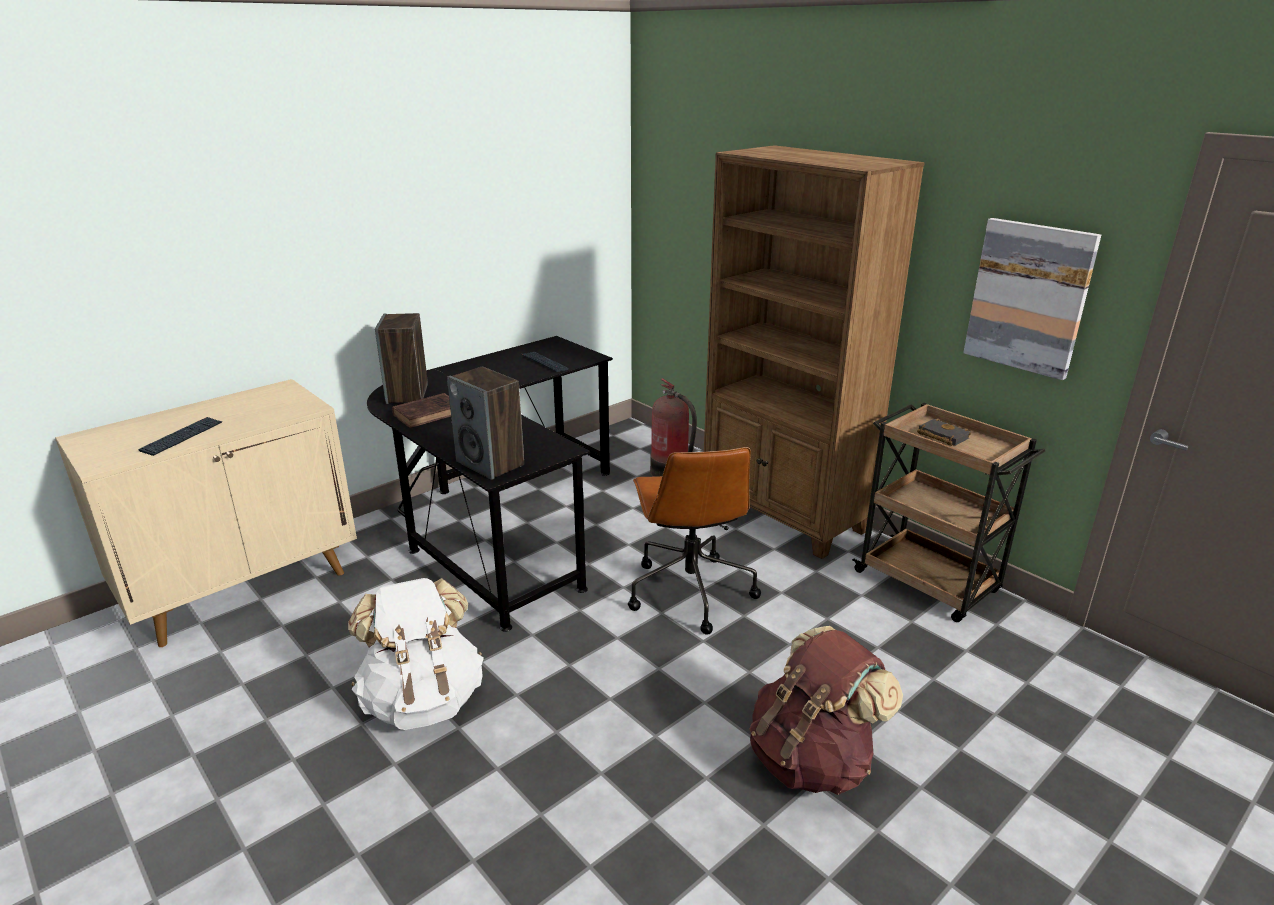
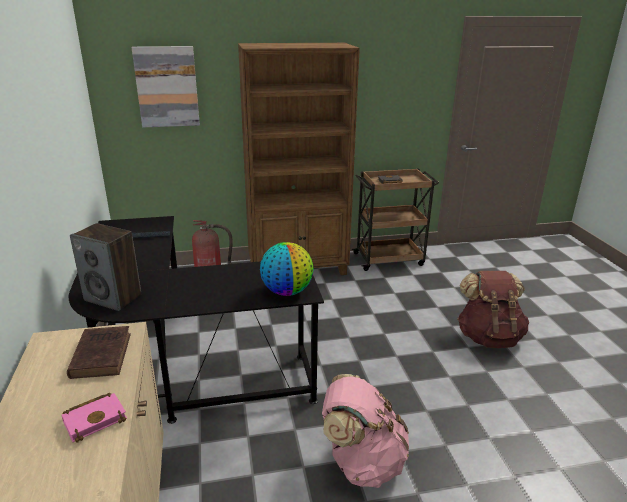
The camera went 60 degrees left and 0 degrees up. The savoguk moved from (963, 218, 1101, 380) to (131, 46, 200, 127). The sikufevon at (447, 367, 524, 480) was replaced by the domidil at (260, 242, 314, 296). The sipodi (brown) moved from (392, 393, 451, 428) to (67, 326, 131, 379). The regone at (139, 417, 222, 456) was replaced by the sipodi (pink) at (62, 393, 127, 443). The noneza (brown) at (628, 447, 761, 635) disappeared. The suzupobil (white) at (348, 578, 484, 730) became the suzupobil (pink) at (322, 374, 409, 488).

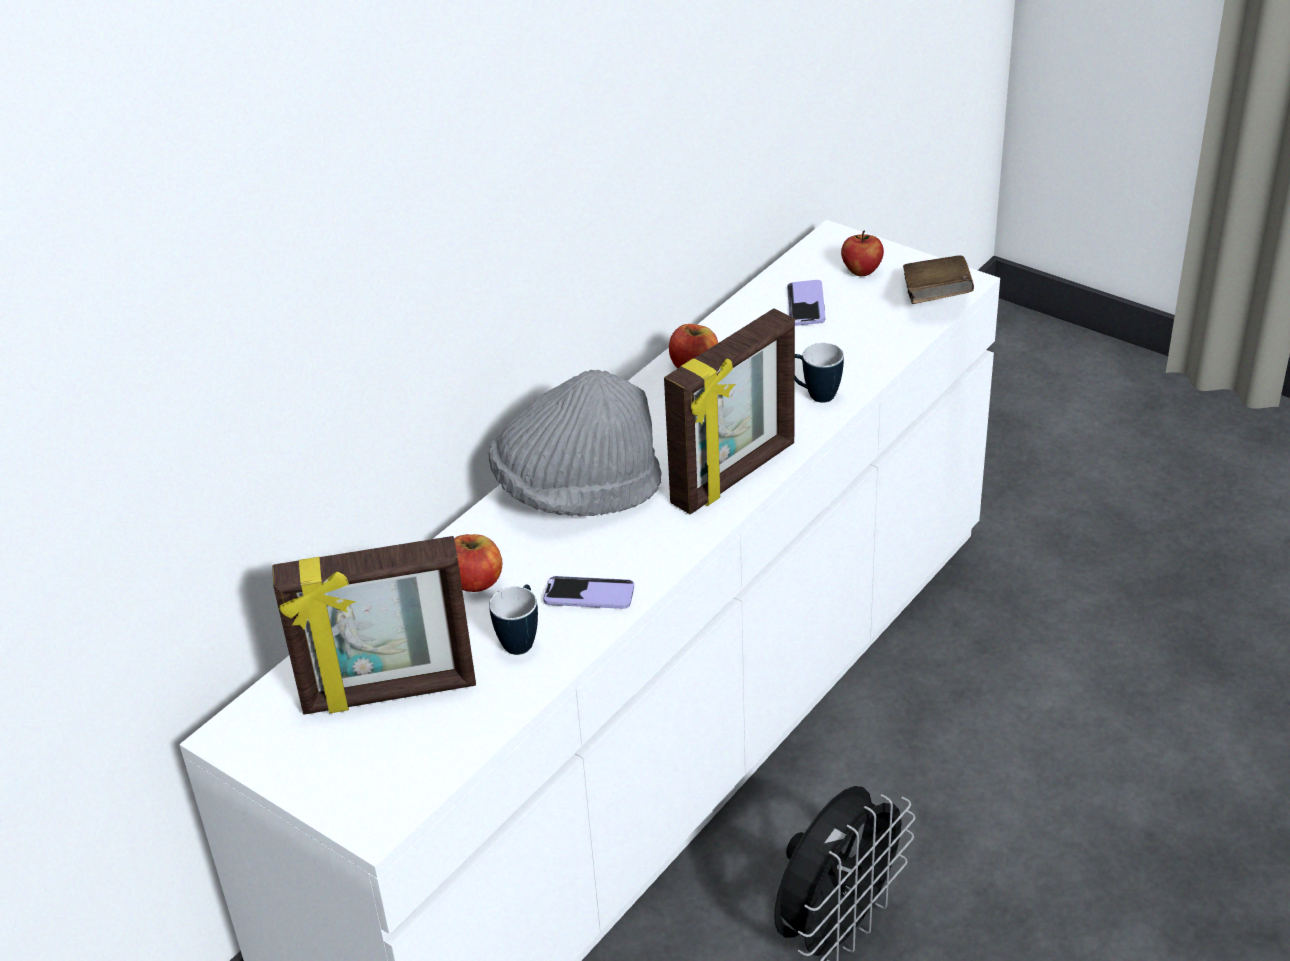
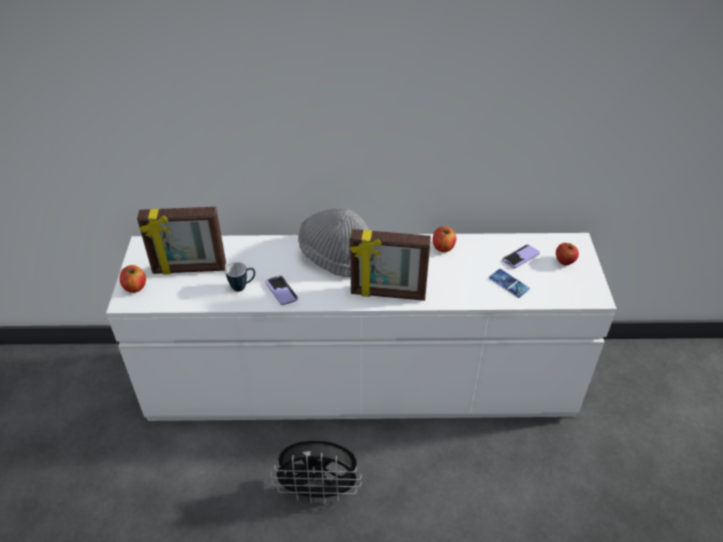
The camera went 50 degrees right and 5 degrees up. The sipodi (brown) at (903, 255, 974, 304) disappeared. The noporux at (795, 343, 844, 403) disappeared. The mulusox moved from (454, 534, 502, 592) to (120, 265, 146, 293). The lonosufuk at (272, 536, 476, 715) turned 45 degrees counterclockwise. The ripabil at (489, 269, 530, 298) appeared.

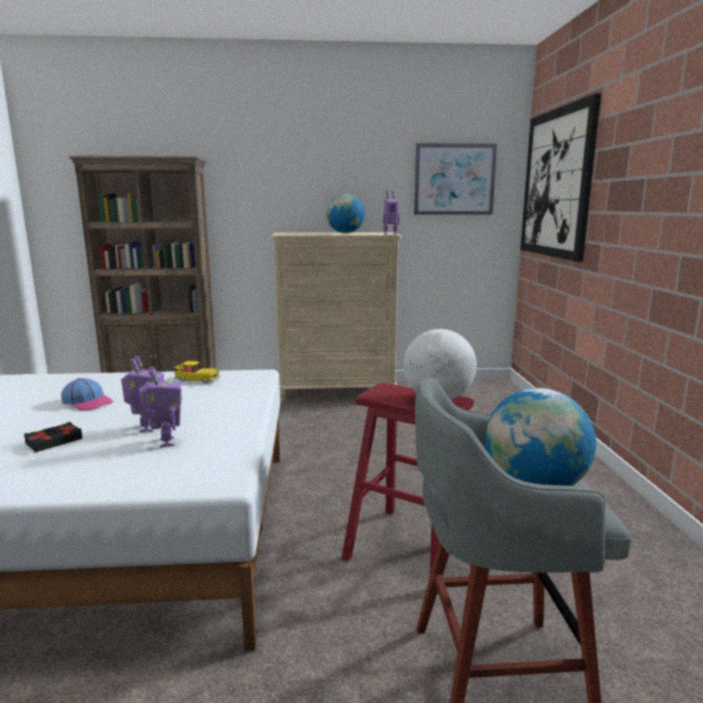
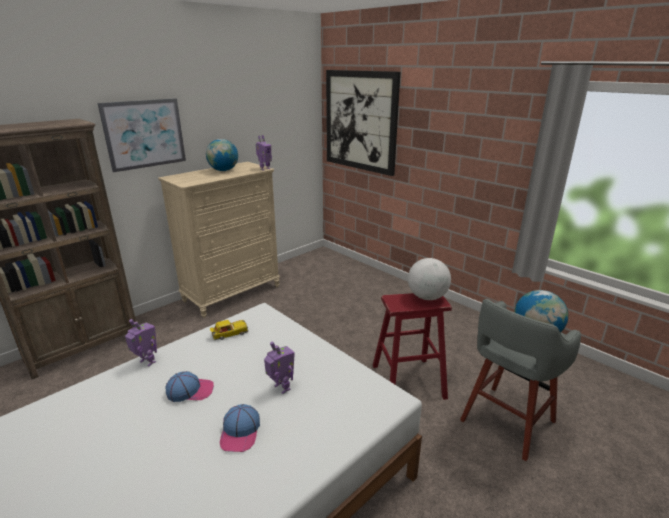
The camera went 40 degrees left and 10 degrees up. The savoguk moved from (414, 143, 497, 215) to (98, 98, 186, 172). The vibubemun moved from (139, 366, 182, 448) to (125, 319, 157, 367). The sipodi (black) at (24, 422, 83, 452) was replaced by the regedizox at (220, 404, 260, 452).

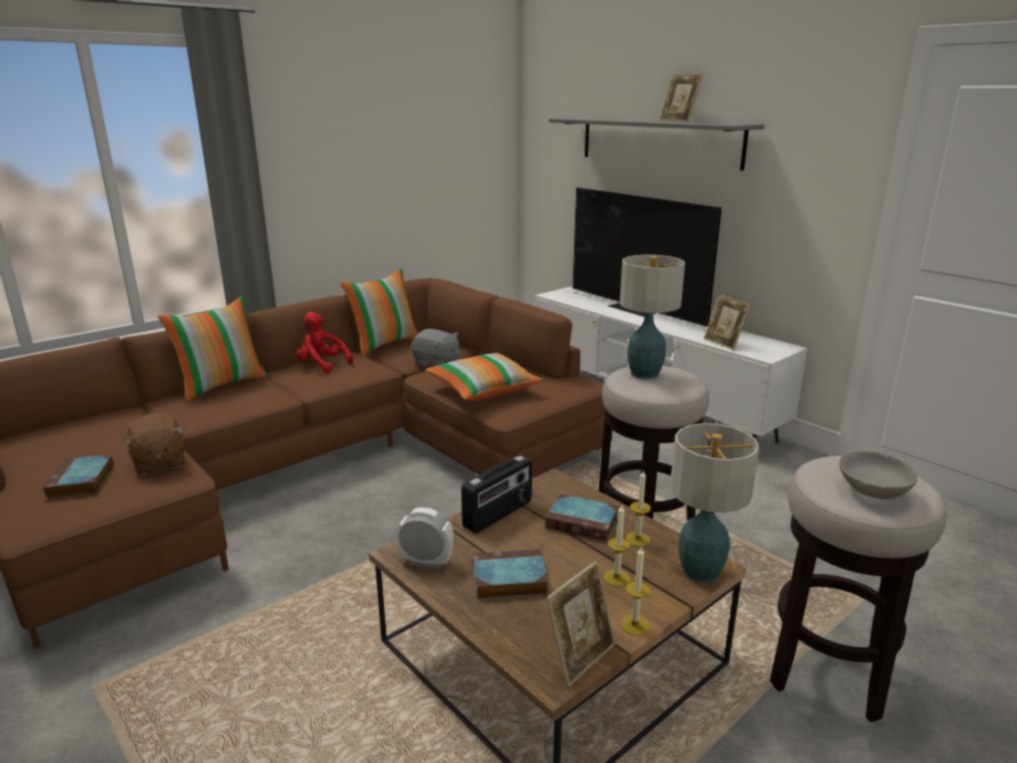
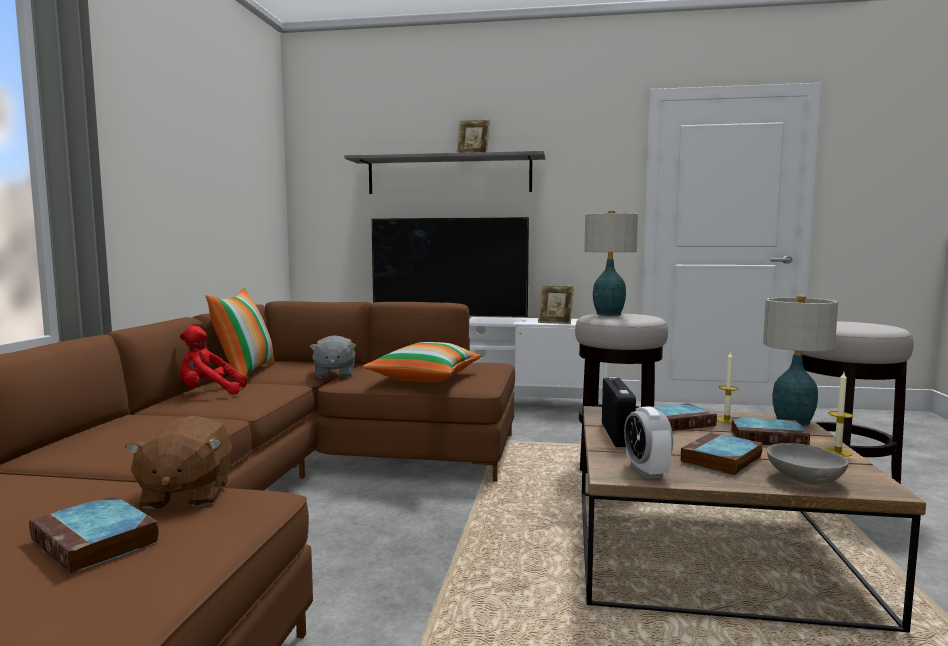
The camera went 40 degrees left and 15 degrees down. The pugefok at (158, 296, 268, 402) disappeared. The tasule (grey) at (411, 329, 460, 367) turned 90 degrees clockwise. The tasule (brown) at (122, 413, 185, 475) turned 60 degrees clockwise. The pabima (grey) moved from (839, 451, 917, 499) to (767, 443, 849, 484). The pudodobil at (604, 505, 631, 587) was replaced by the sipodi at (730, 417, 810, 445). The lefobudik at (396, 507, 454, 569) turned 75 degrees counterclockwise. The lonosufuk at (546, 561, 616, 687) disappeared.

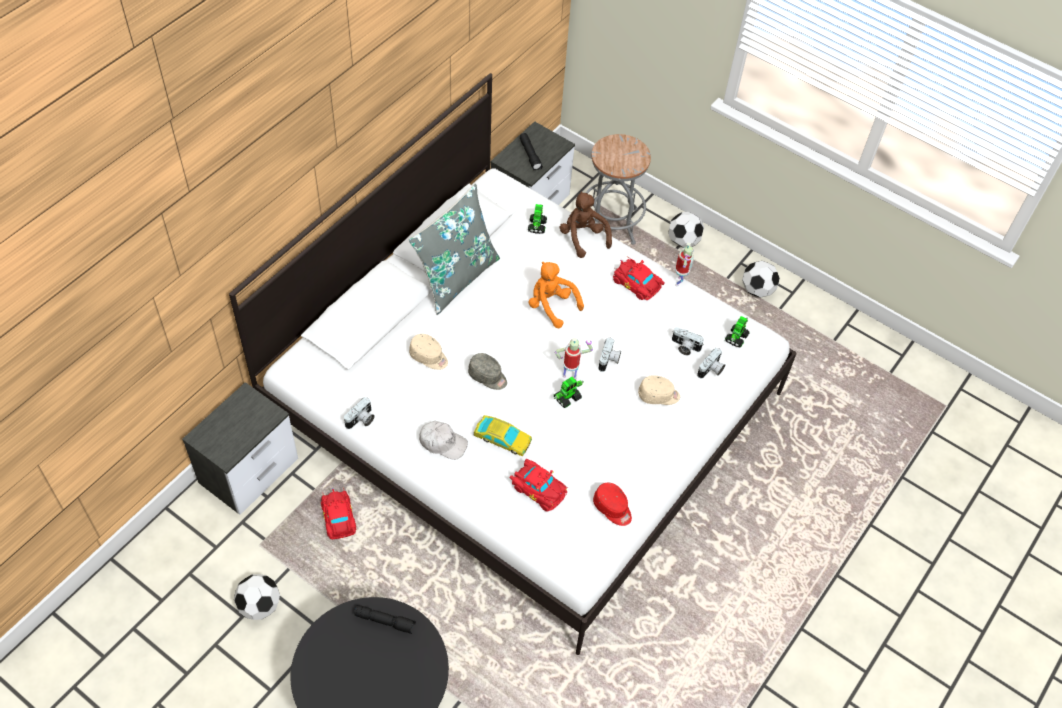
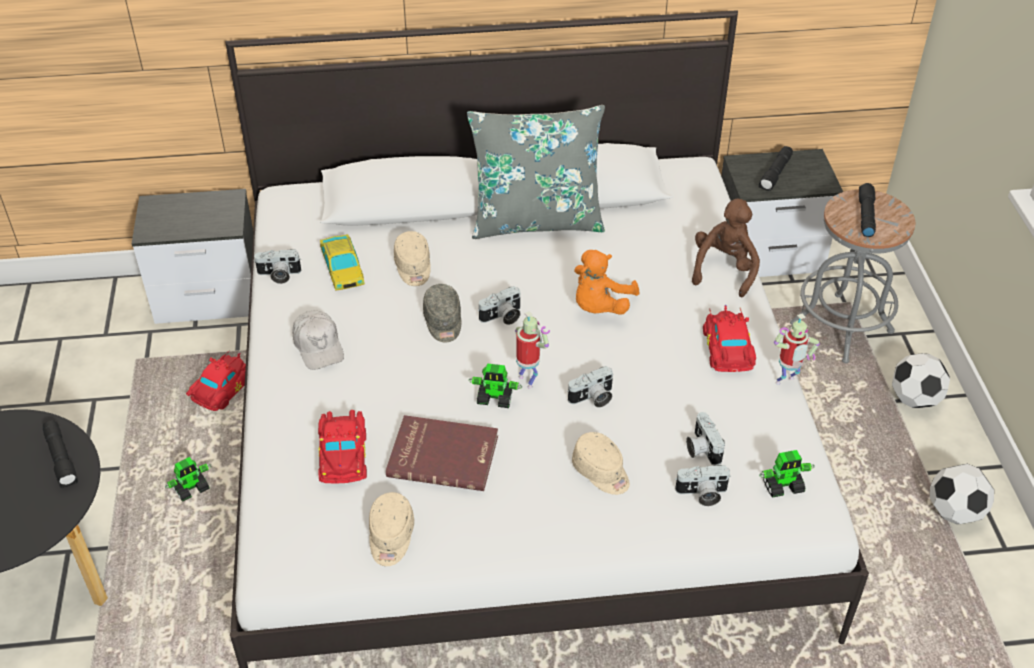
The camera went 50 degrees right and 10 degrees down. The vibubemun moved from (528, 204, 547, 234) to (165, 457, 211, 502). The tasule (orange) at (529, 262, 584, 328) turned 150 degrees counterclockwise. The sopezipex moved from (473, 415, 532, 456) to (320, 234, 365, 291). The regedizox (red) at (593, 482, 632, 526) became the regedizox (beige) at (369, 492, 414, 566). The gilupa at (234, 574, 280, 620) disappeared. The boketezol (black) at (859, 183, 876, 237) appeared. The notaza at (478, 286, 521, 325) appeared. The sipodi (red) at (386, 415, 498, 491) appeared.

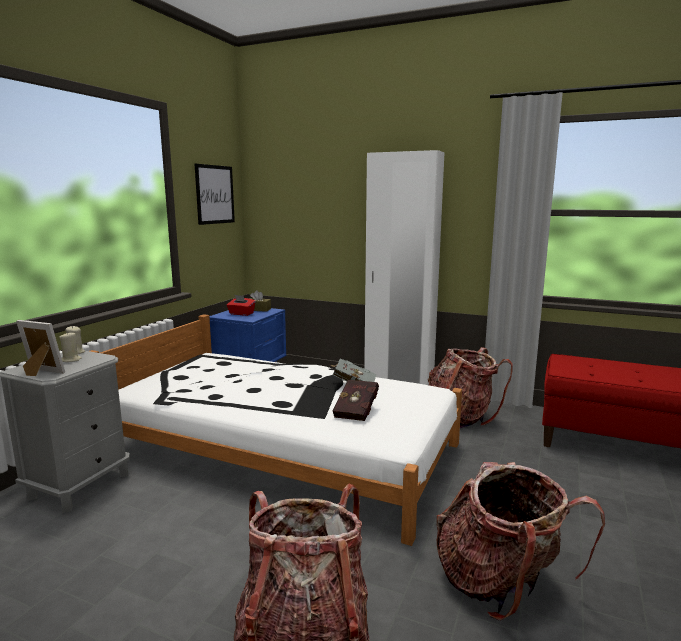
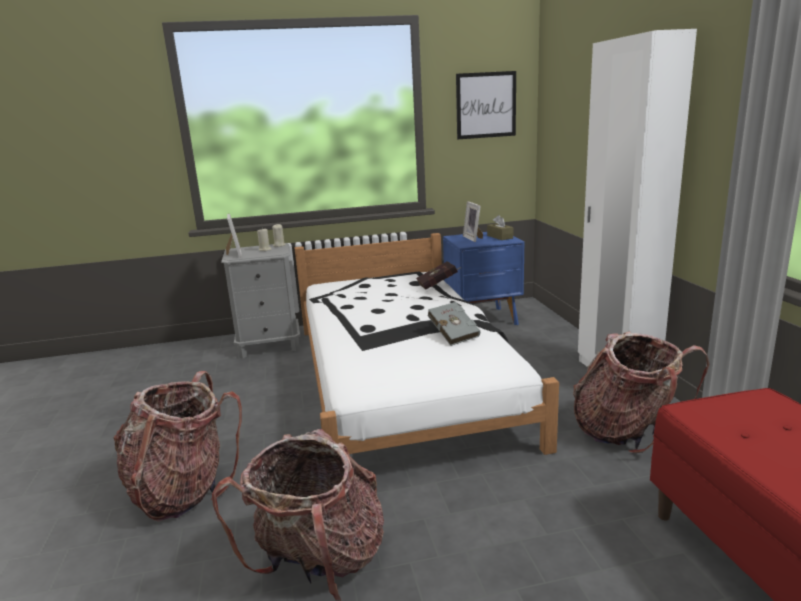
The camera went 55 degrees right and 5 degrees up. The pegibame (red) at (227, 295, 256, 316) was replaced by the lonosufuk at (463, 201, 483, 242). The sipodi (red) moved from (333, 379, 379, 421) to (416, 261, 461, 290).

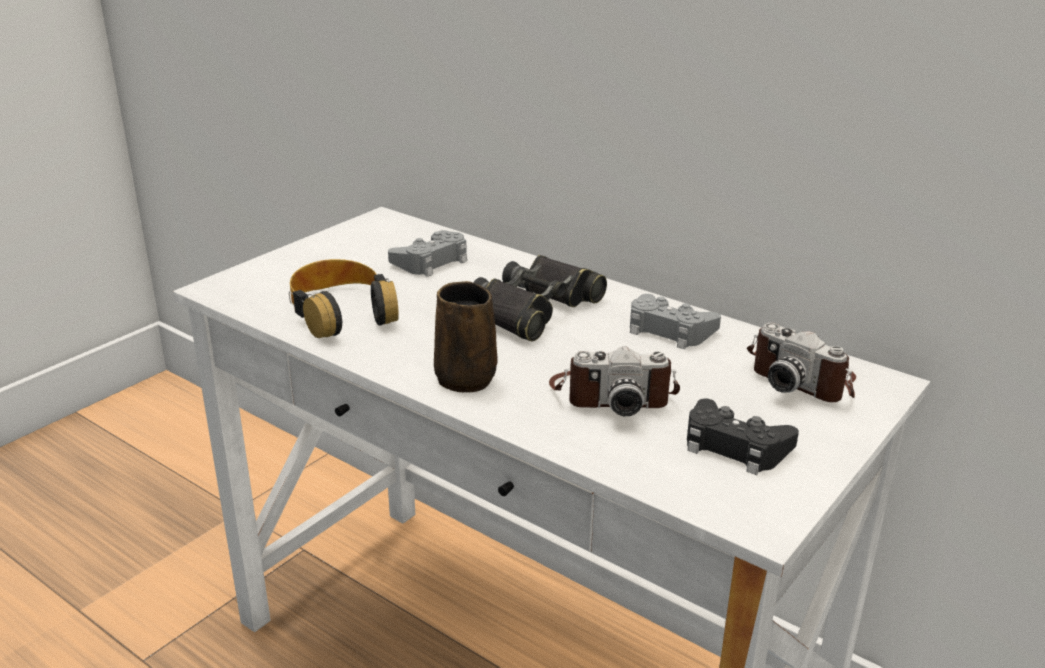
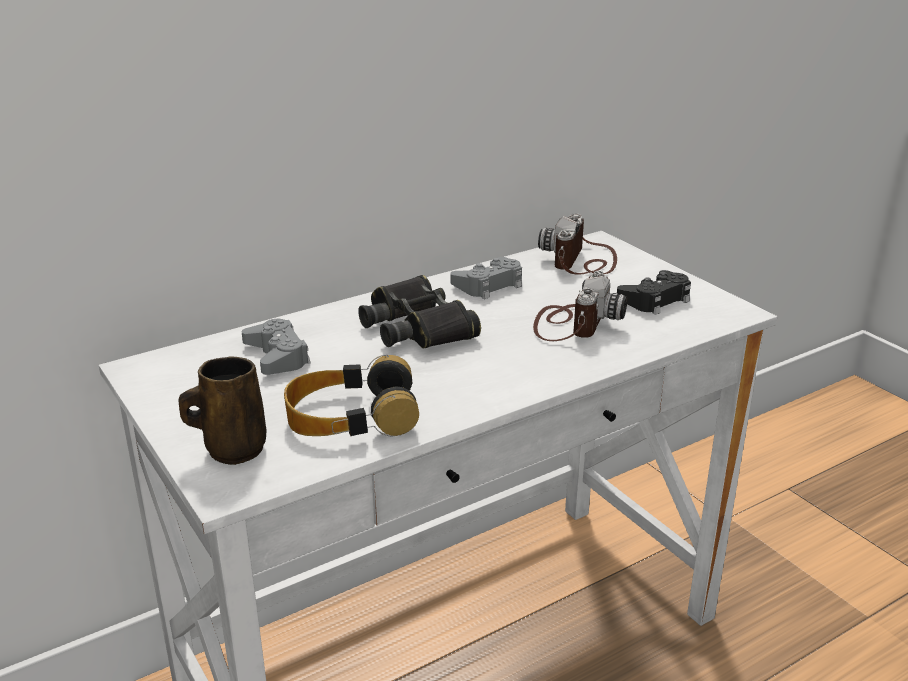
The camera went 70 degrees left and 0 degrees up. The noporux (brown) moved from (434, 281, 497, 393) to (178, 356, 266, 465). The notaza at (747, 323, 856, 402) turned 135 degrees clockwise.

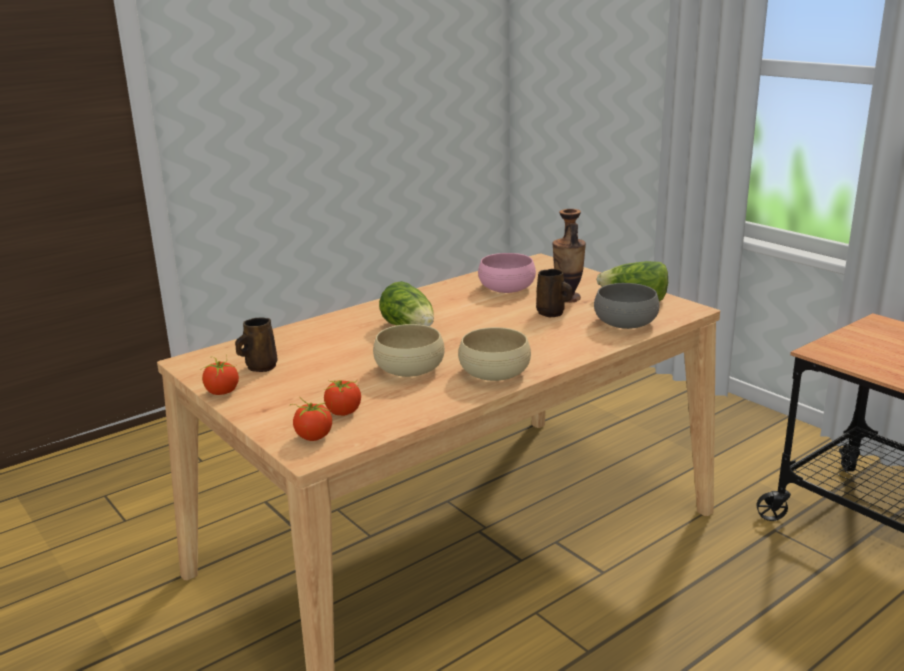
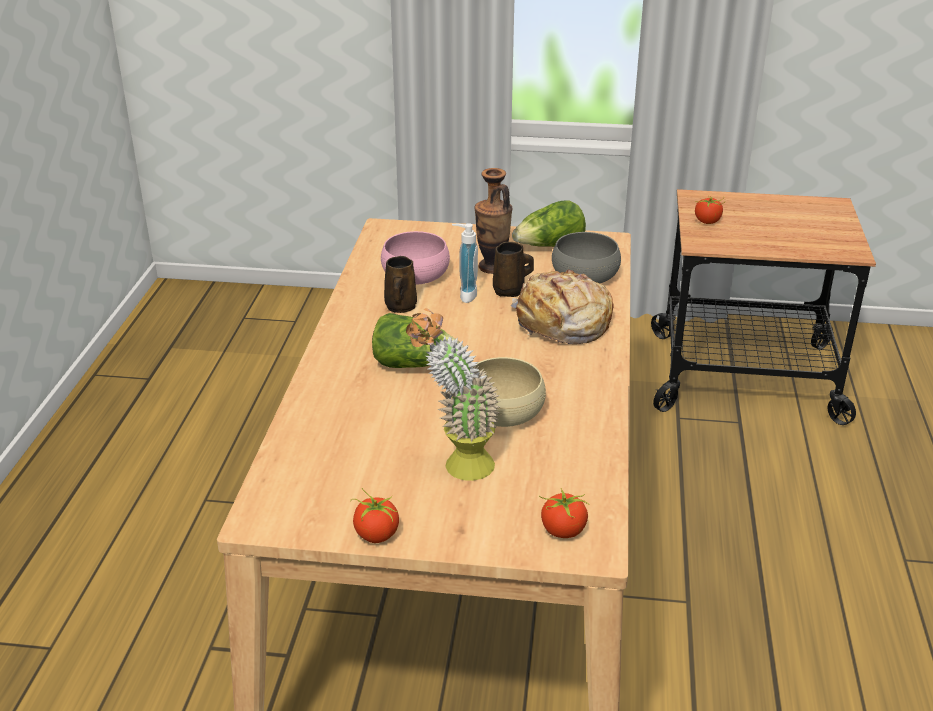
The camera went 45 degrees left and 10 degrees up. The noporux (brown) moved from (235, 317, 277, 372) to (384, 256, 417, 313). The pabima (beige) at (458, 327, 531, 381) disappeared. The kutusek moved from (324, 380, 361, 416) to (695, 196, 725, 224). The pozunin at (452, 223, 478, 303) appeared. The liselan at (511, 269, 613, 344) appeared. The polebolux at (406, 308, 500, 481) appeared.

